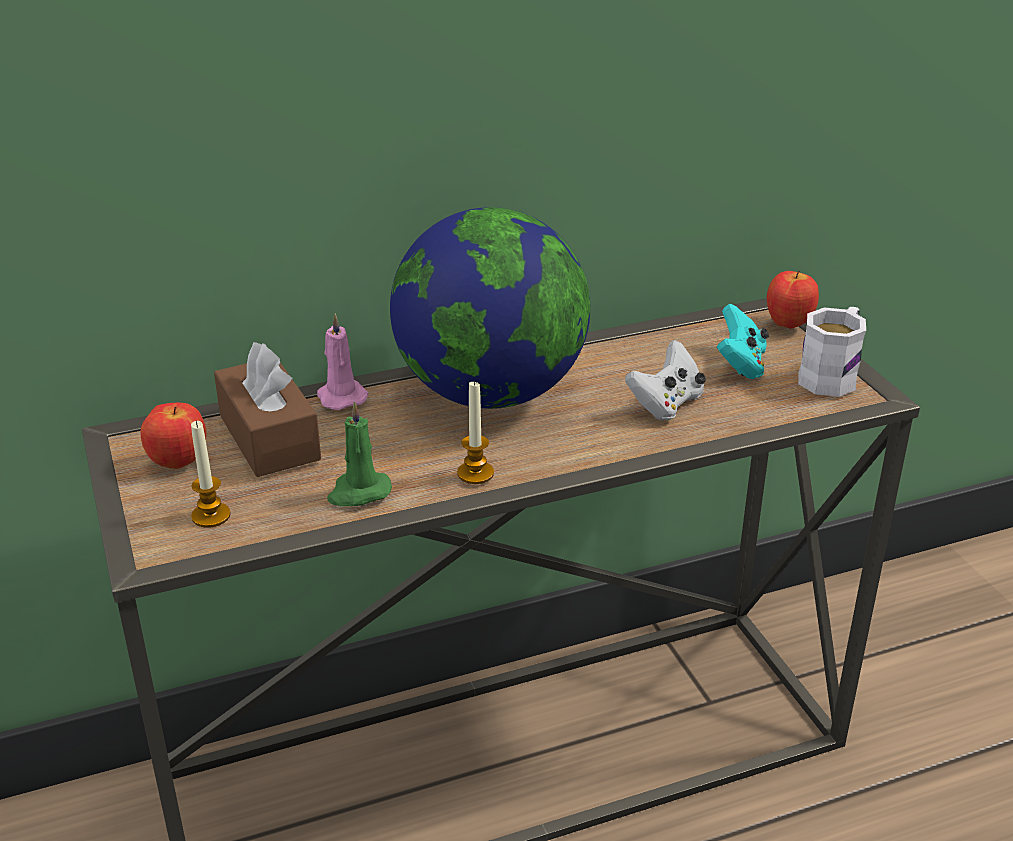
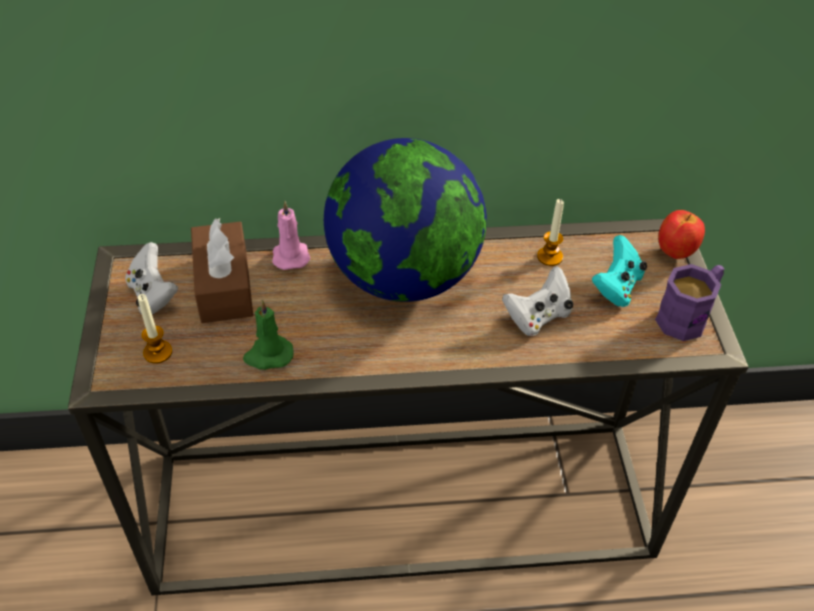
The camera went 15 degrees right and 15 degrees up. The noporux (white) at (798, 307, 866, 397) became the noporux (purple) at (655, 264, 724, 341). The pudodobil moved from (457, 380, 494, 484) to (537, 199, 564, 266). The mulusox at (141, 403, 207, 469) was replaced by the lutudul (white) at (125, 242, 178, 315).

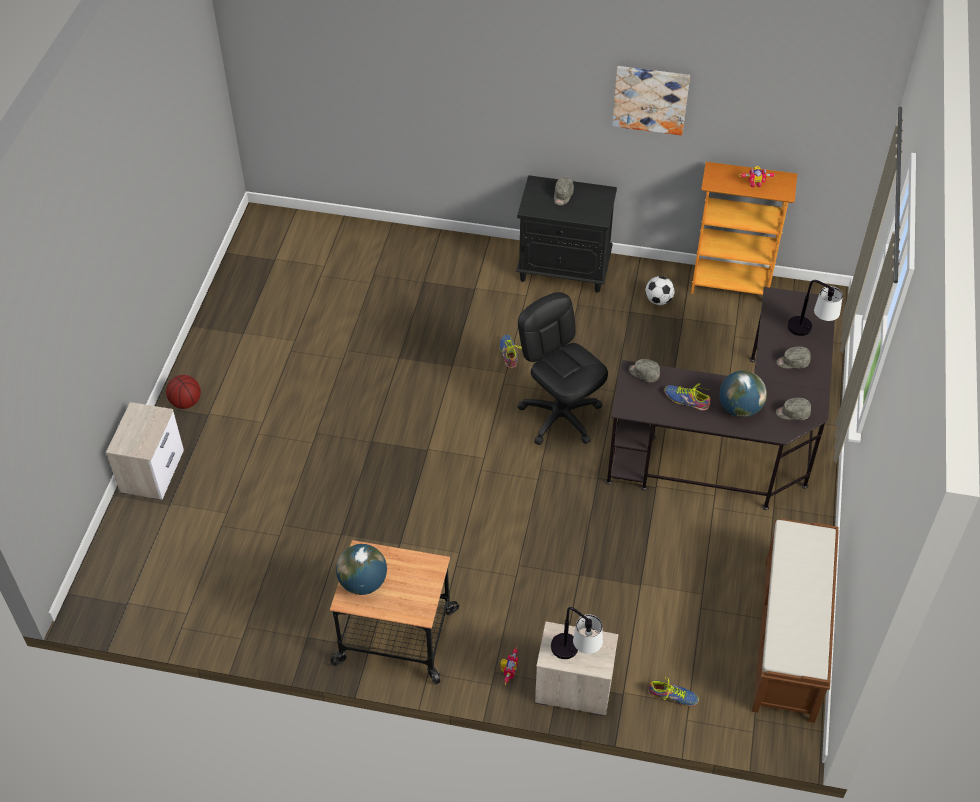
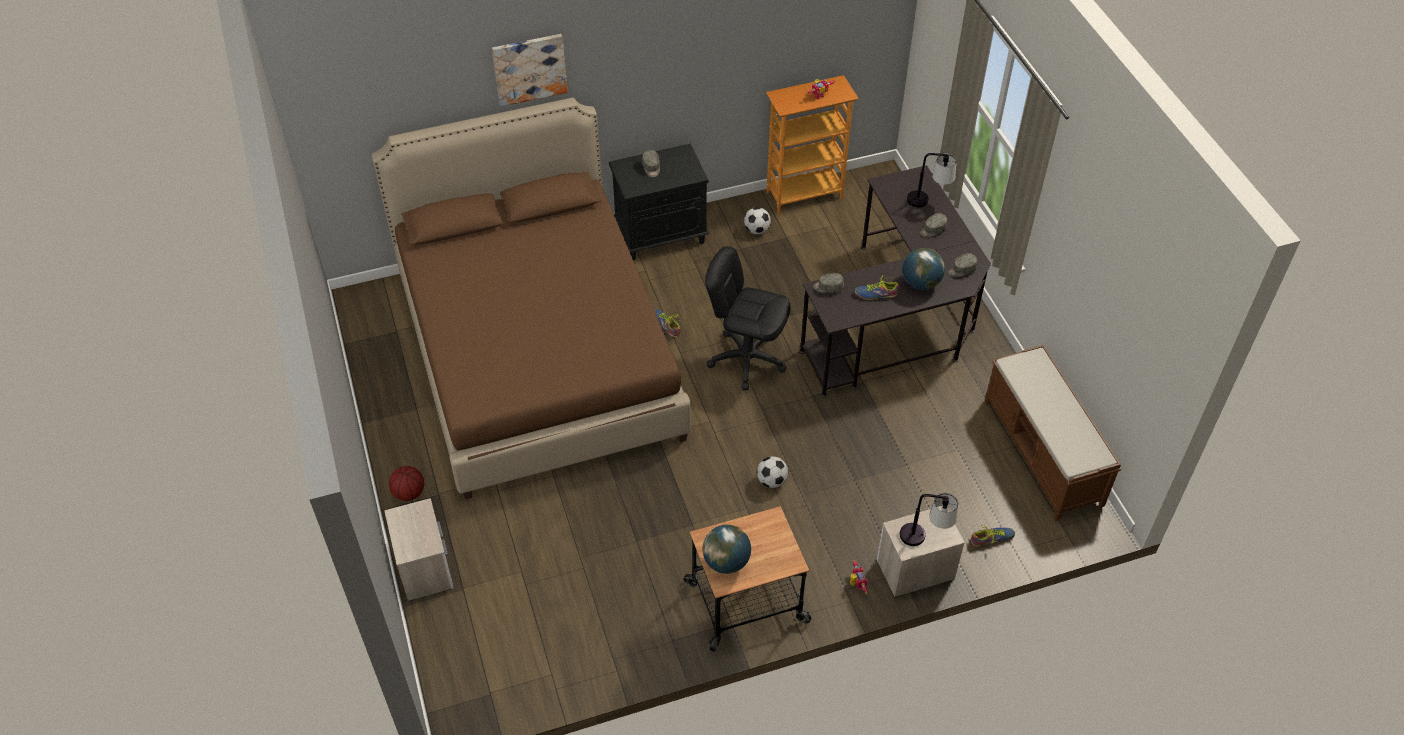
The camera went 30 degrees left and 0 degrees up. The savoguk moved from (612, 66, 690, 135) to (492, 34, 568, 107). The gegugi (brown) at (372, 97, 691, 499) appeared. The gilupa at (757, 456, 788, 488) appeared.

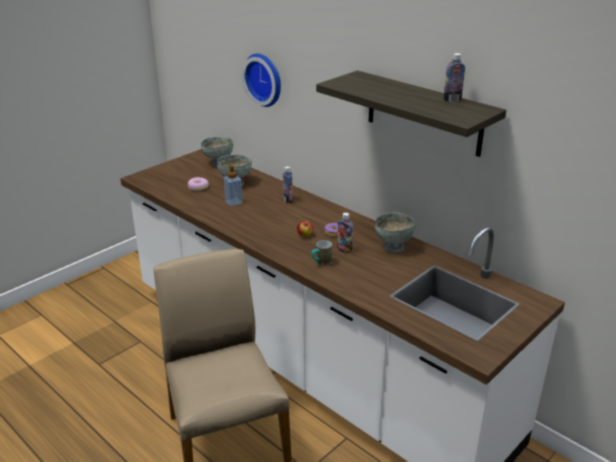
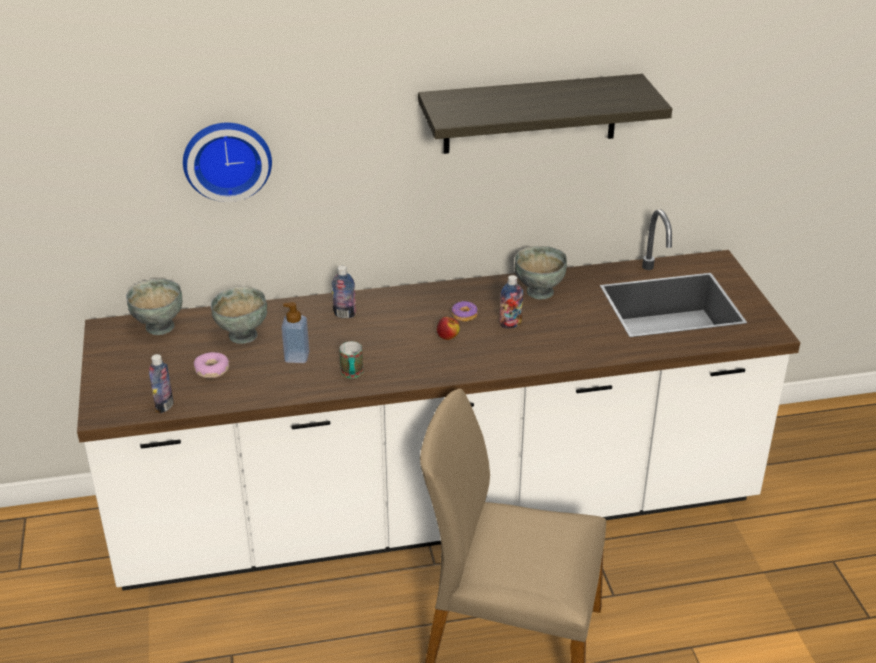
The camera went 55 degrees left and 5 degrees up. The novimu moved from (443, 53, 465, 102) to (149, 354, 174, 413). The noporux moved from (311, 240, 332, 266) to (340, 341, 363, 378).

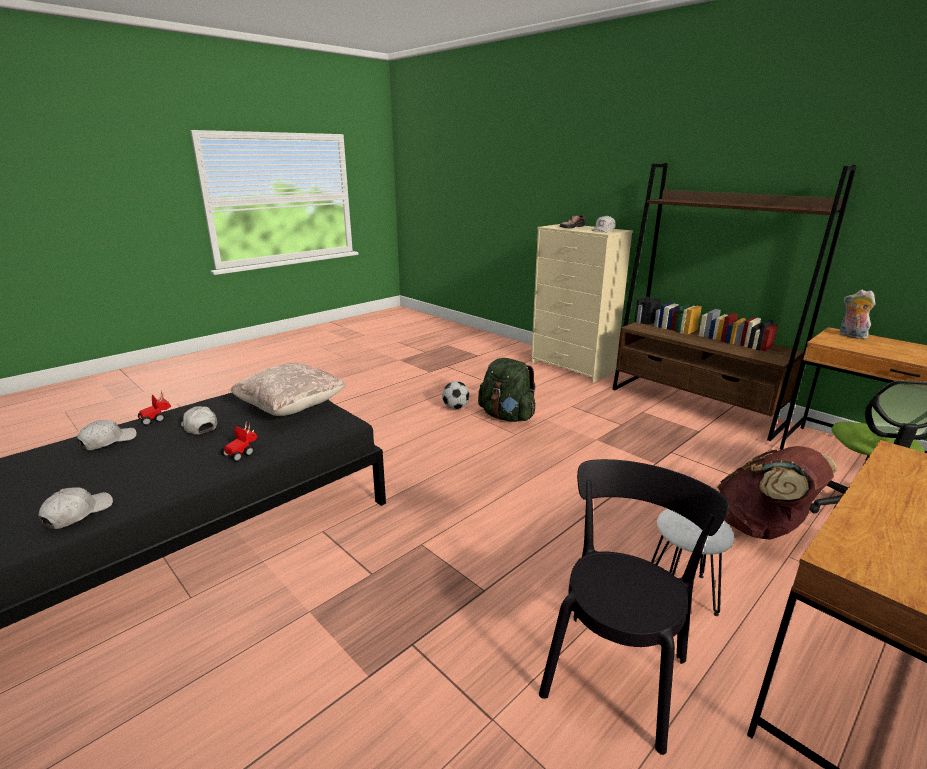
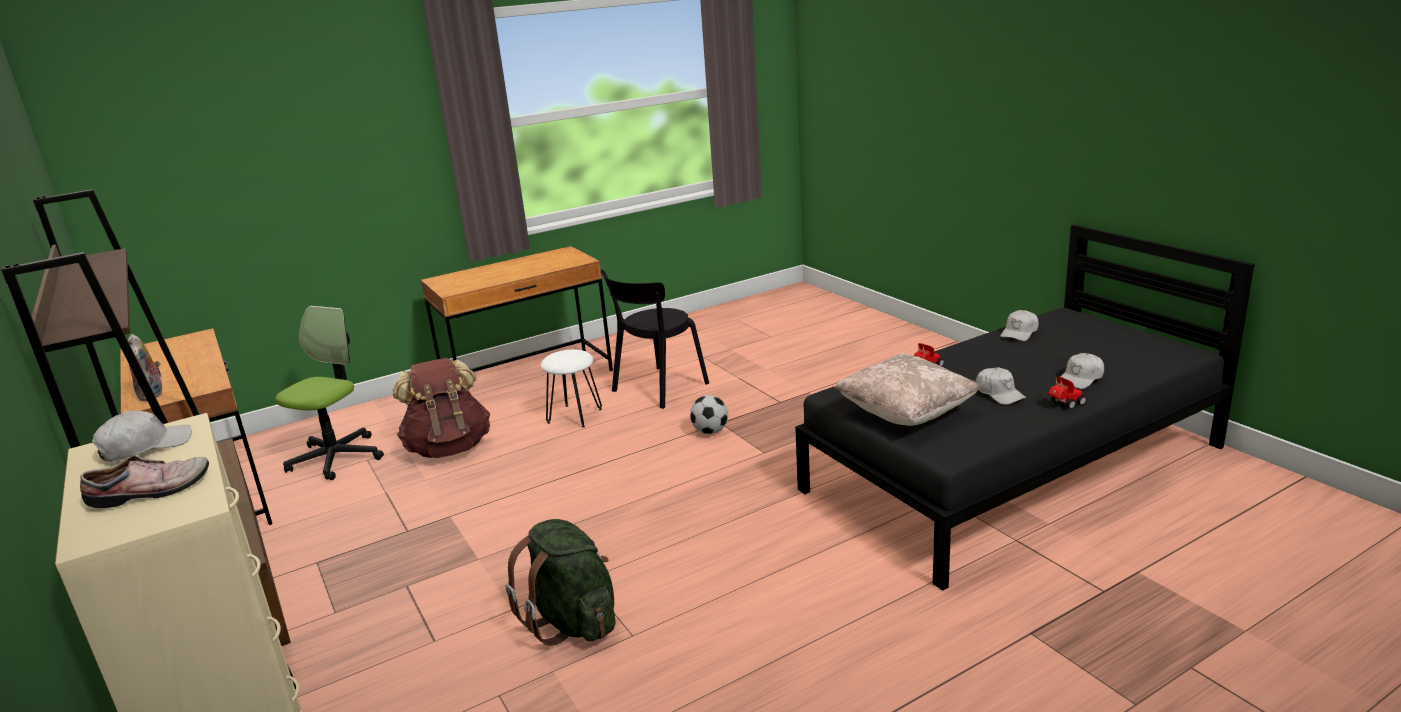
The camera went 165 degrees left and 0 degrees up. The gilupa moved from (442, 381, 470, 409) to (690, 395, 728, 434).

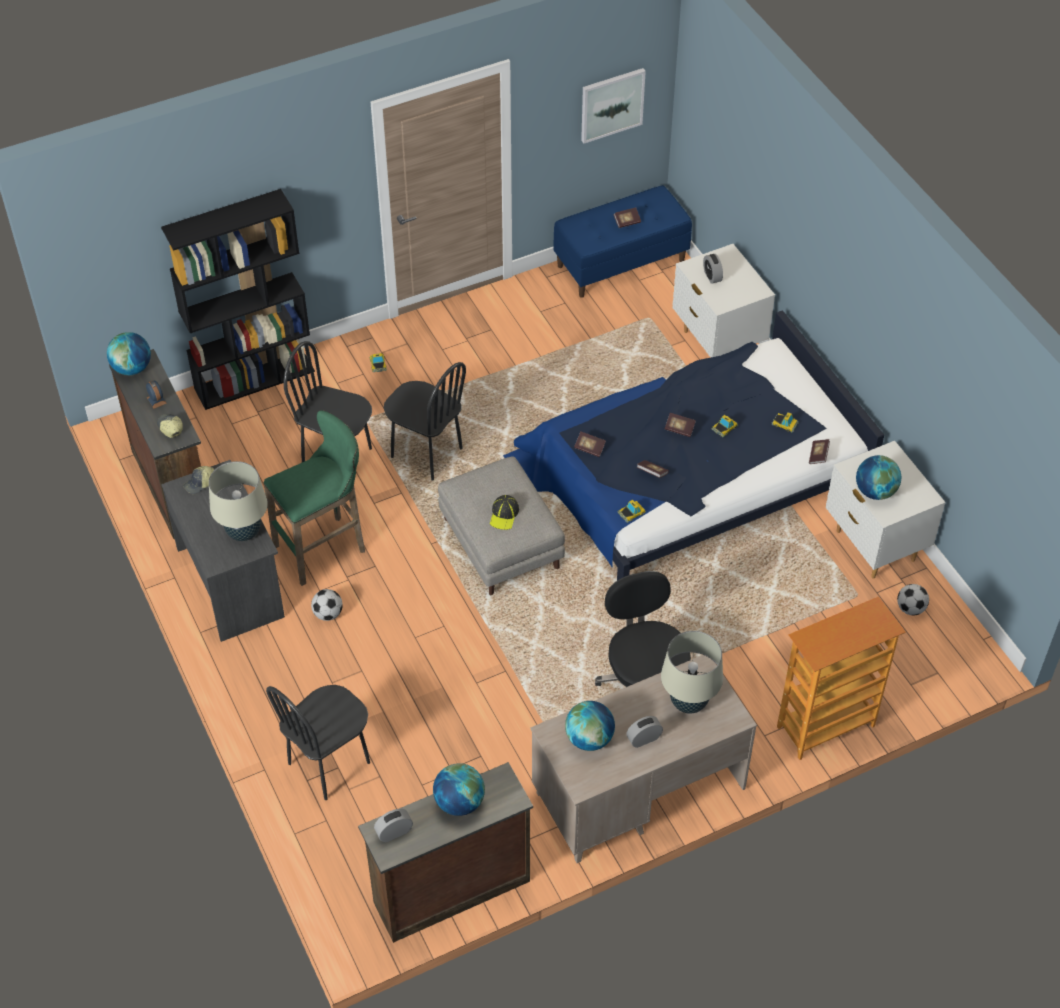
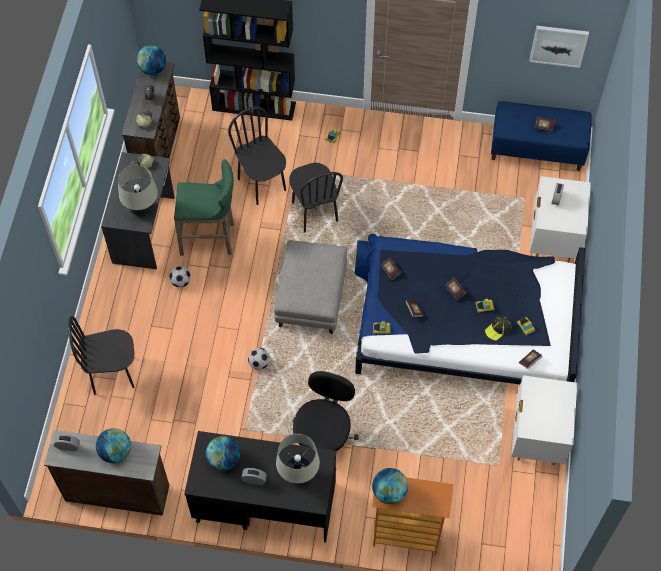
The camera went 35 degrees right and 10 degrees up. The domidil moved from (856, 455, 901, 500) to (372, 468, 408, 504). The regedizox moved from (490, 495, 519, 530) to (485, 316, 512, 341). The gilupa moved from (897, 584, 929, 615) to (248, 348, 270, 370). The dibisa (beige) at (531, 655, 757, 863) became the dibisa (black) at (184, 431, 337, 542).

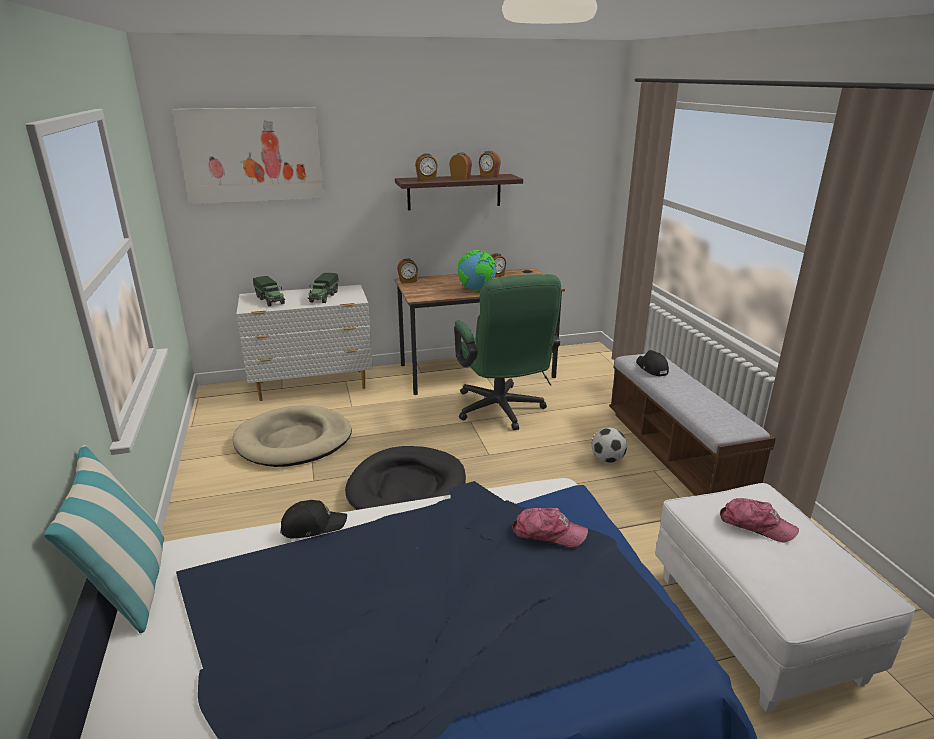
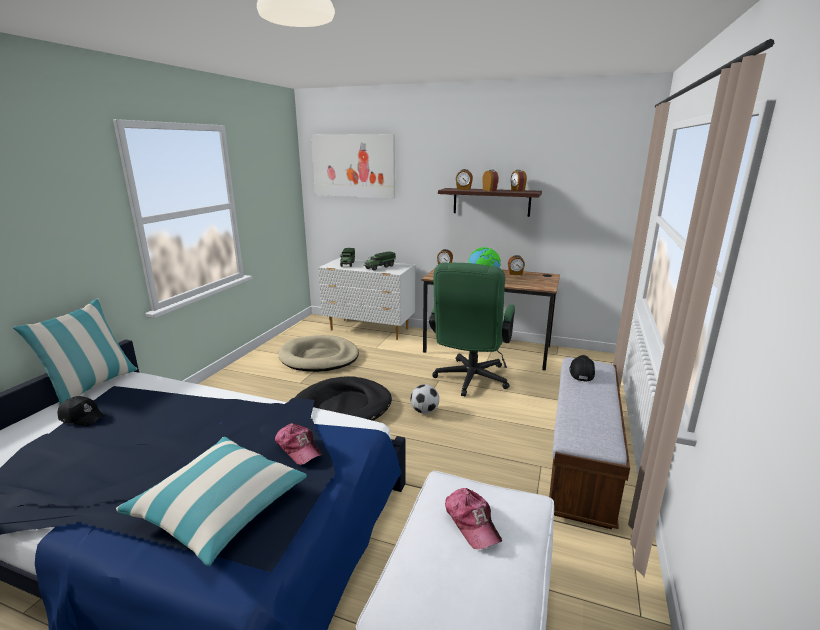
The camera went 35 degrees right and 5 degrees down. The gilupa moved from (592, 428, 627, 463) to (410, 384, 439, 414). The regedizox (black) moved from (280, 500, 347, 538) to (58, 396, 105, 426). The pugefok at (116, 437, 307, 566) appeared.

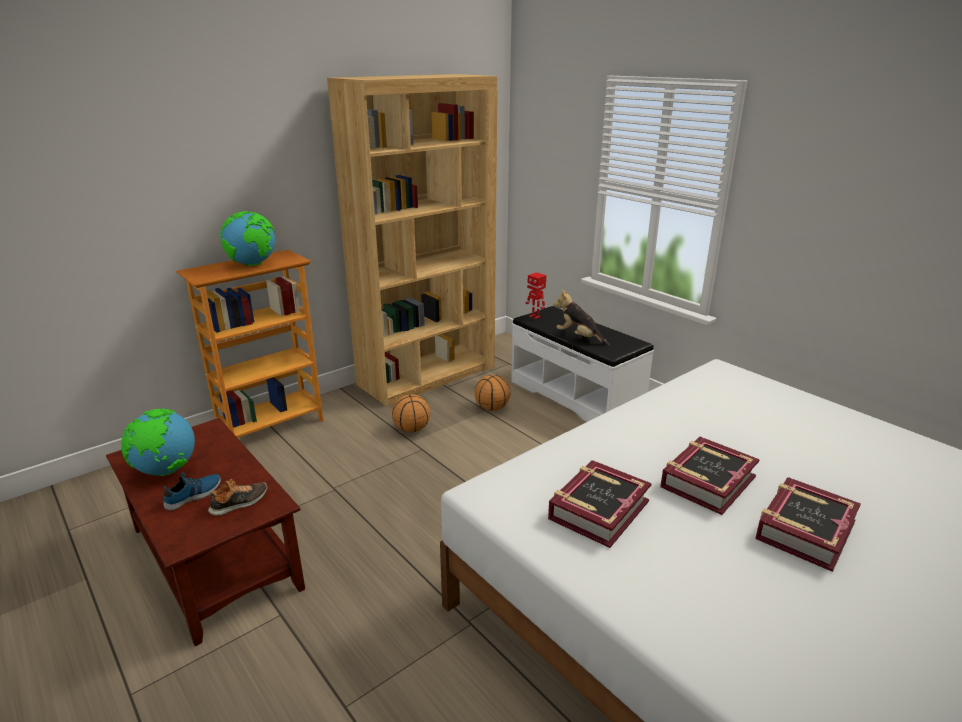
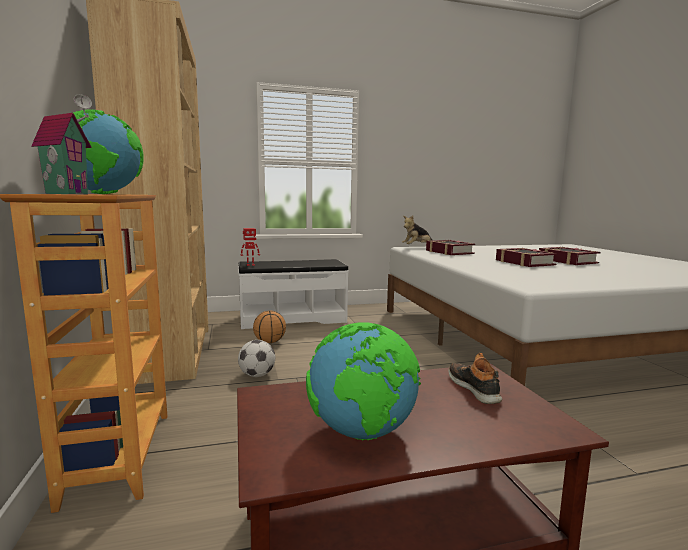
The camera went 65 degrees left and 15 degrees down. The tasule moved from (553, 289, 609, 346) to (402, 215, 433, 244). The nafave at (392, 394, 430, 432) was replaced by the gilupa at (238, 340, 275, 377). The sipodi moved from (548, 460, 652, 548) to (426, 240, 475, 255). The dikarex at (164, 472, 221, 511) disappeared. The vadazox at (32, 94, 92, 194) appeared.

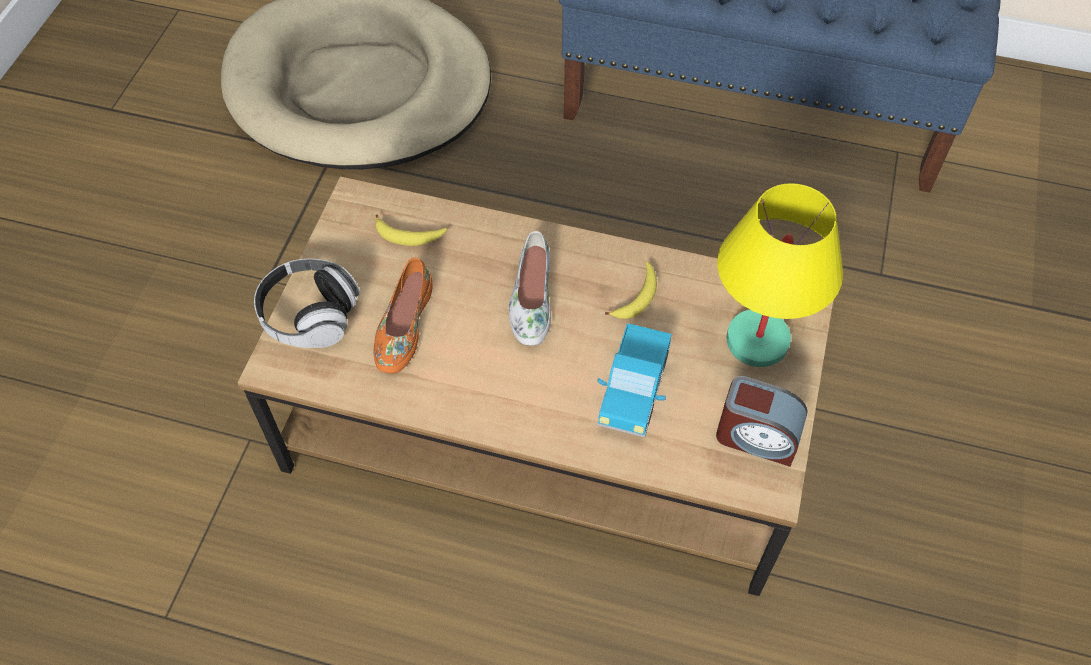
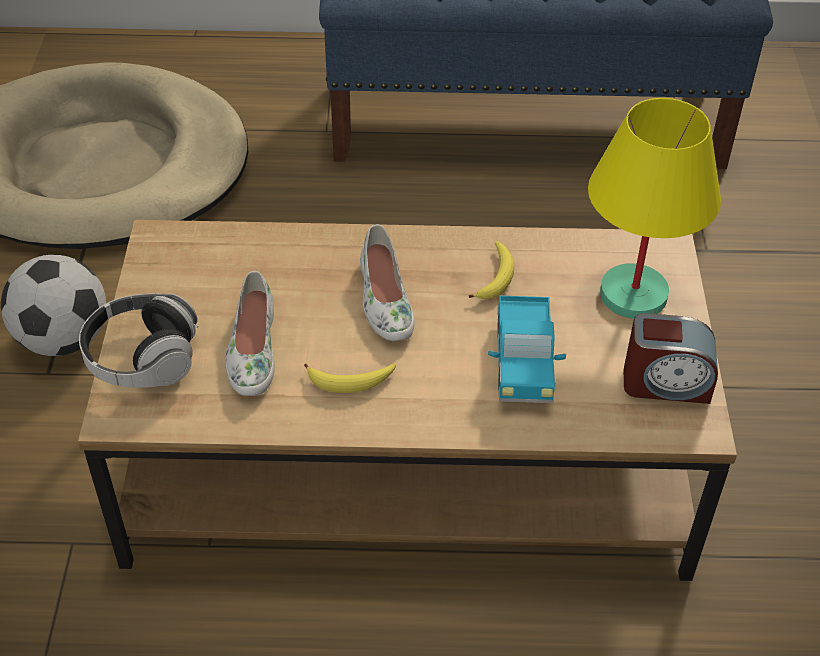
The camera went 15 degrees left and 10 degrees down. The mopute moved from (376, 214, 447, 246) to (304, 363, 396, 393). The dikarex (orange) at (374, 258, 432, 373) became the dikarex (white) at (225, 271, 275, 396). The gilupa at (1, 255, 106, 356) appeared.

